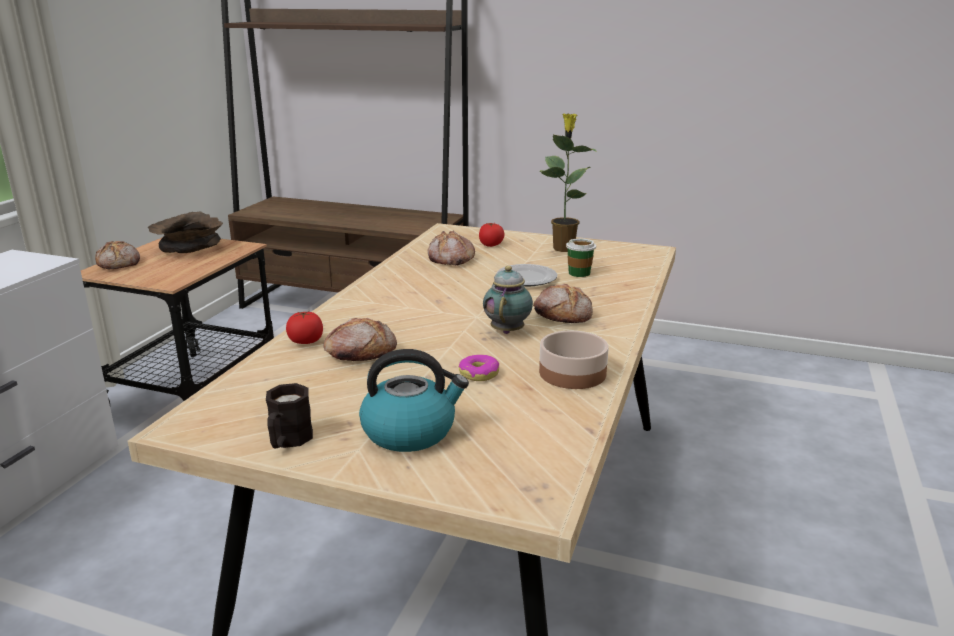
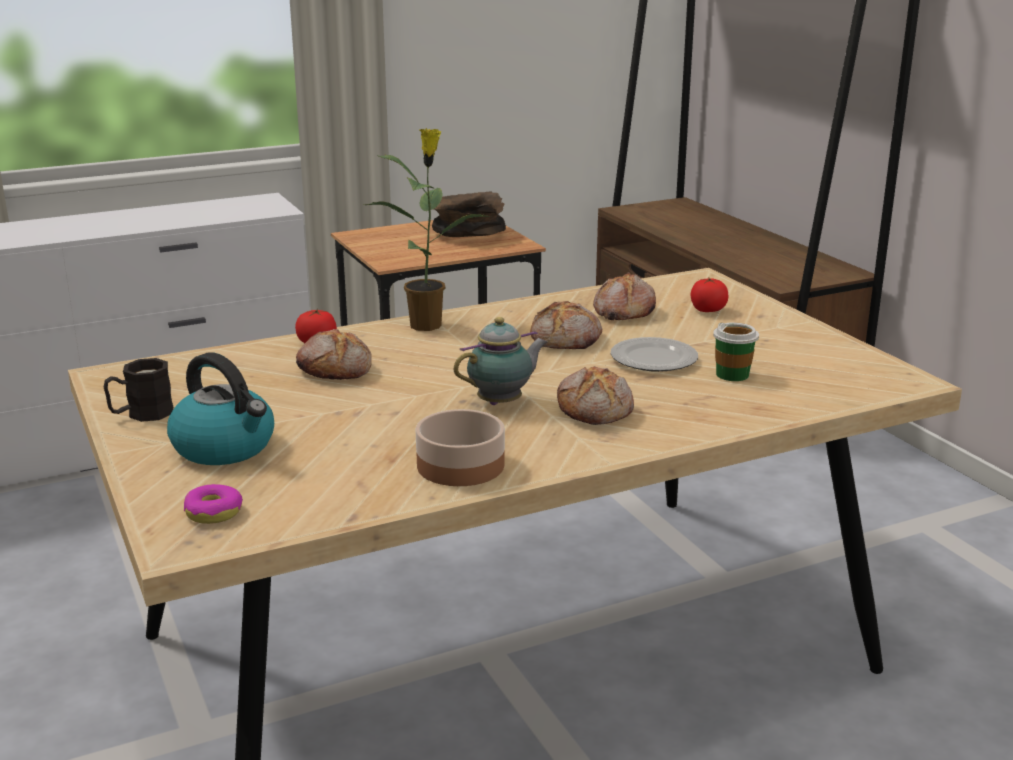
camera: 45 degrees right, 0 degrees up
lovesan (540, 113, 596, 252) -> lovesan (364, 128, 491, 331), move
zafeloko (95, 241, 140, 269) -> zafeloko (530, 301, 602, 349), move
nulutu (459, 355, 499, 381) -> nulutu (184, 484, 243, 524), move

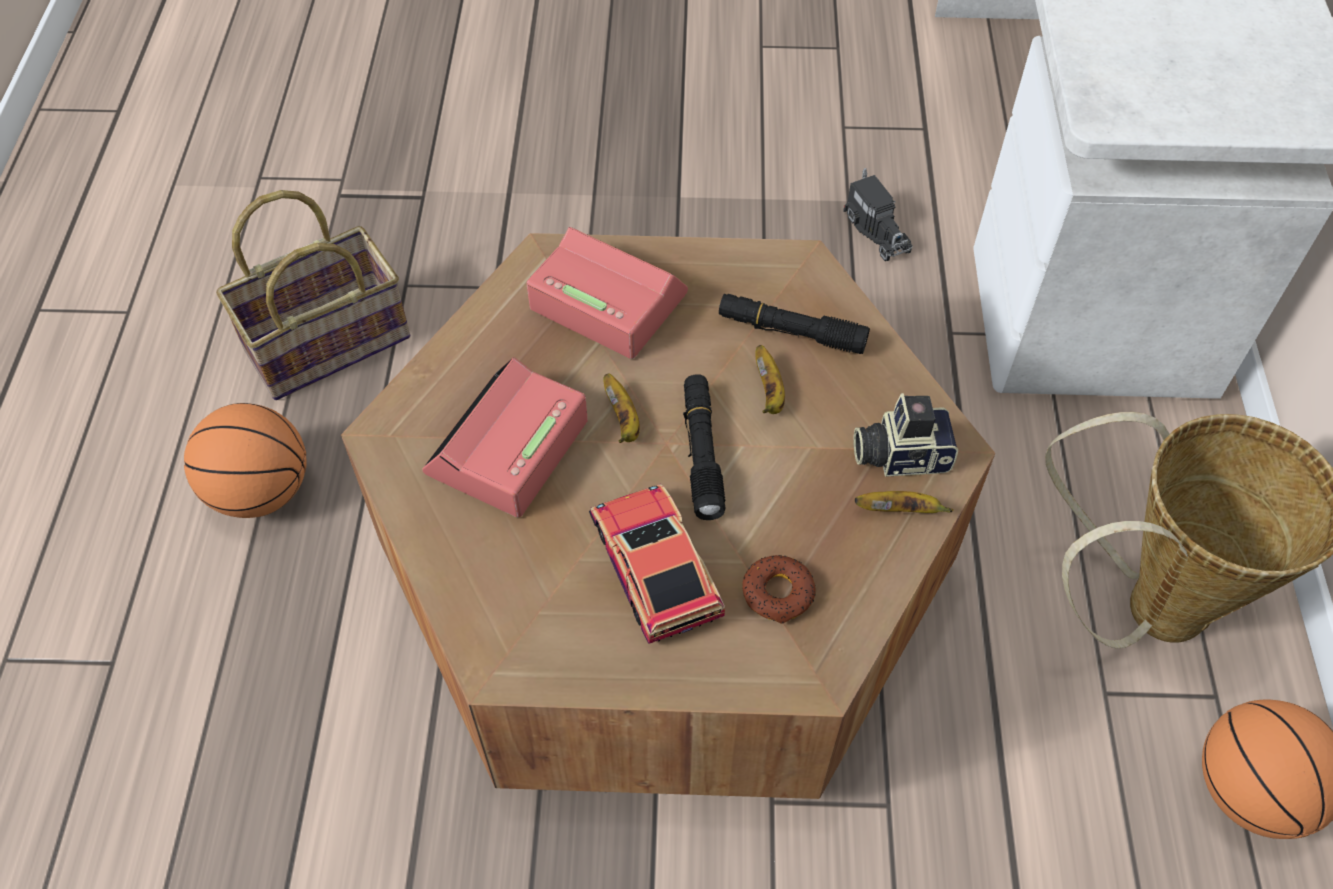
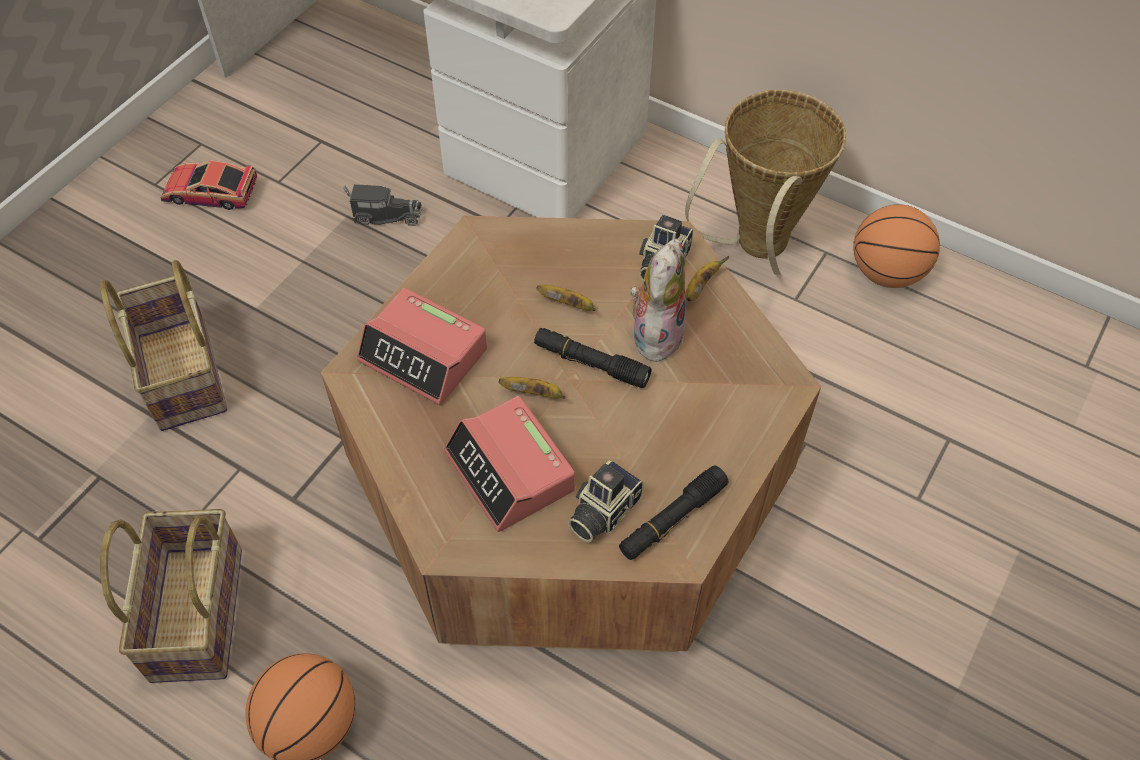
camera: 60 degrees left, 0 degrees up
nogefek (527, 227, 688, 359) -> nogefek (357, 288, 487, 405), 120 degrees counterclockwise
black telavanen (719, 294, 870, 354) -> black telavanen (619, 465, 728, 560), move
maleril (589, 484, 725, 644) -> maleril (161, 160, 257, 210), move
nulutu (742, 555, 816, 623) -> none
none -> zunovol (630, 239, 686, 363)
none -> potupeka (100, 260, 227, 431)
none -> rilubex (568, 461, 643, 542)

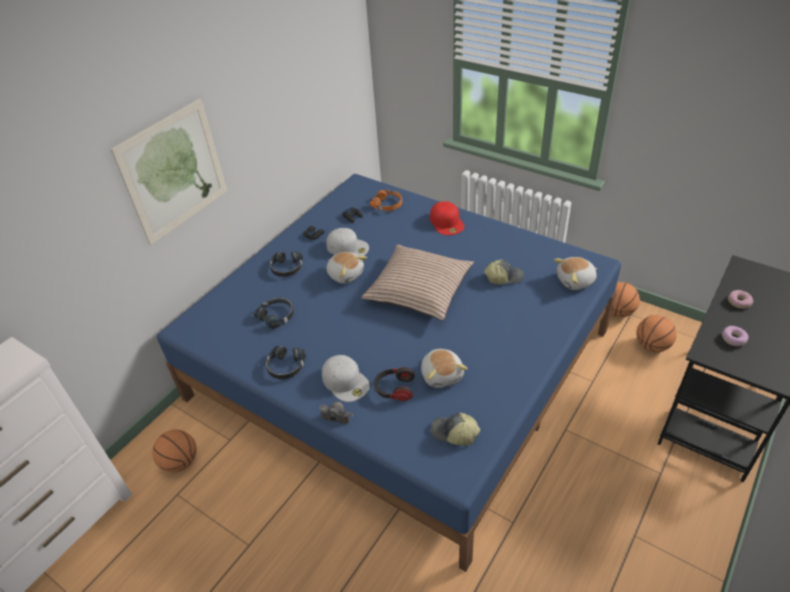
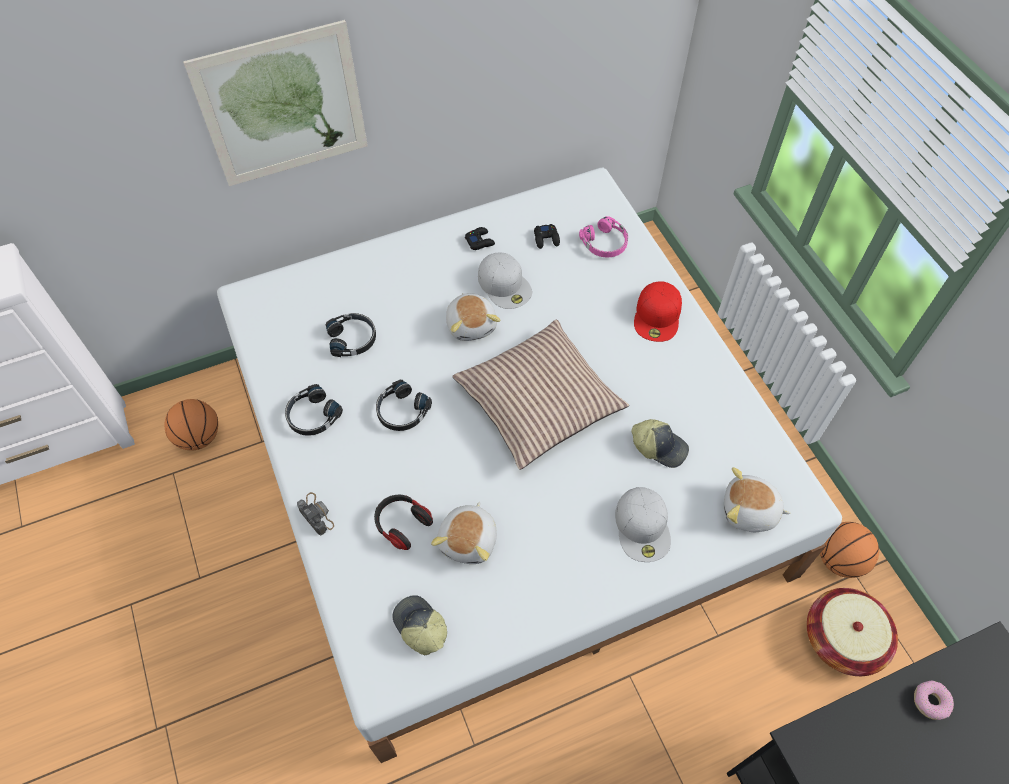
camera: 30 degrees right, 15 degrees up
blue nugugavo (157, 174, 621, 572) -> white nugugavo (217, 168, 842, 763)
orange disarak (370, 190, 402, 211) -> pink disarak (579, 216, 628, 258)
black disarak (270, 252, 303, 277) -> black disarak (376, 380, 432, 431), move
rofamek (636, 315, 677, 352) -> potupeka (807, 588, 898, 676)
nulutu (722, 326, 749, 346) -> none
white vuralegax (322, 355, 370, 402) -> white vuralegax (615, 487, 671, 562), move

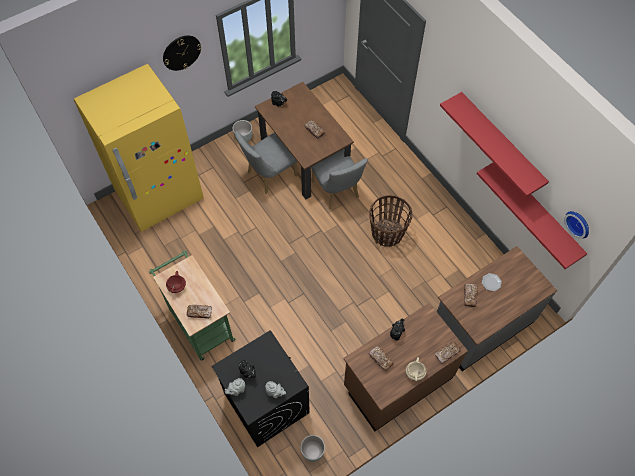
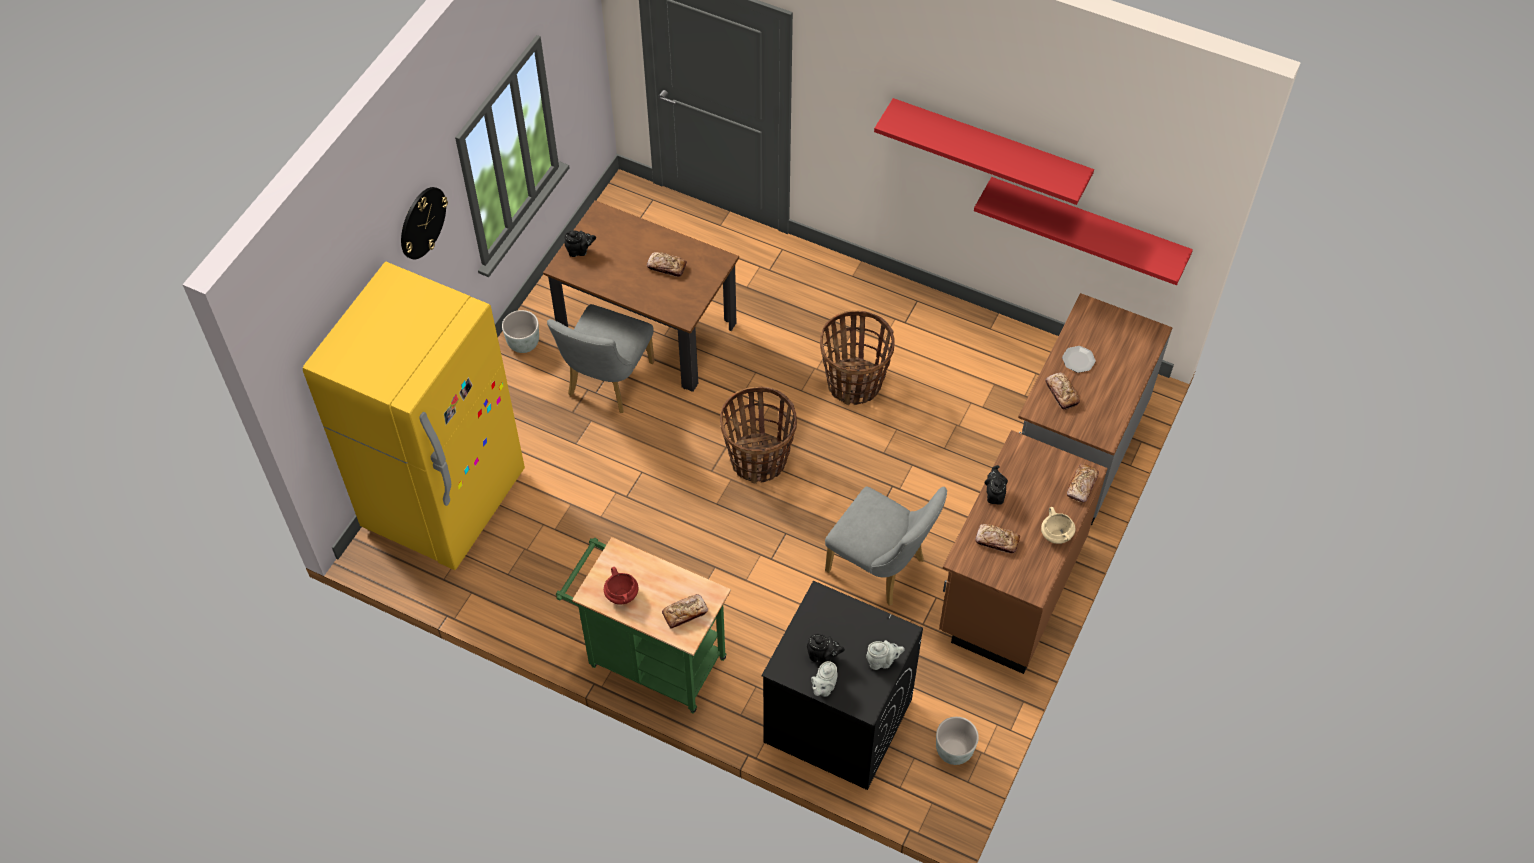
camera: 30 degrees left, 5 degrees down
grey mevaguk (311, 149, 368, 209) -> grey mevaguk (825, 487, 947, 606), move
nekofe (564, 211, 589, 239) -> none
none -> potupeka (720, 387, 797, 484)

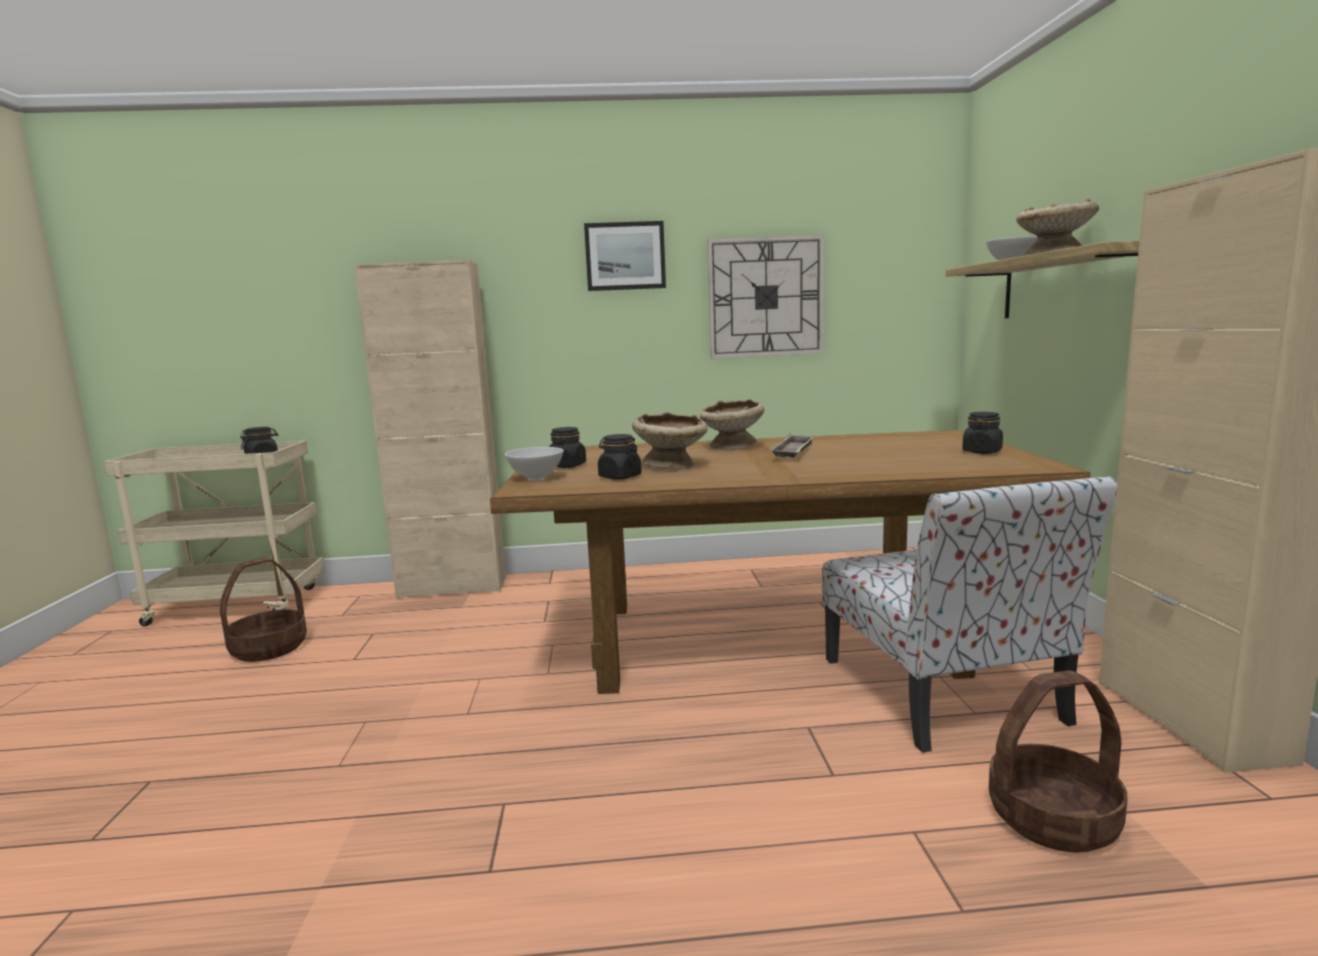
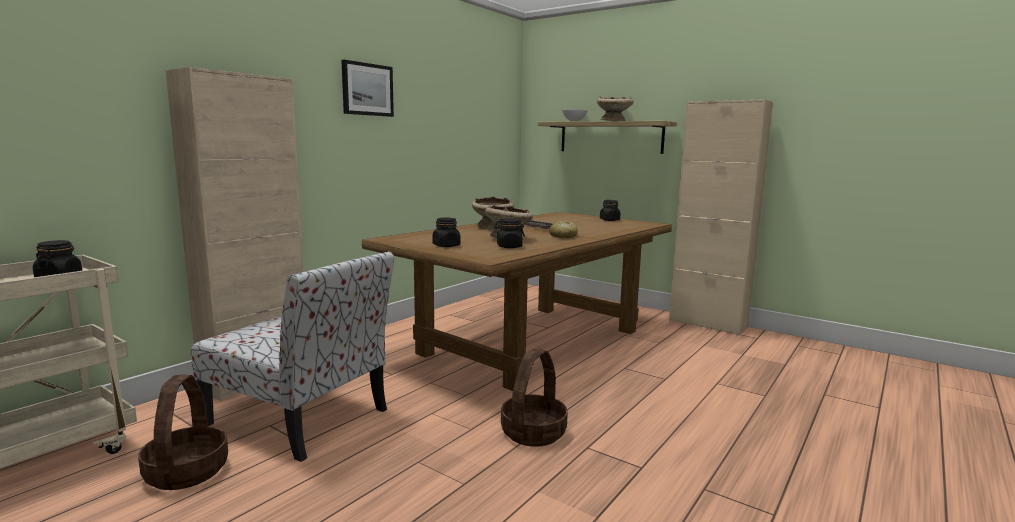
camera: 50 degrees left, 0 degrees up
nekofe (707, 235, 824, 359) -> none
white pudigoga (505, 447, 564, 480) -> none
mevaguk (822, 476, 1118, 753) -> mevaguk (191, 252, 394, 462), move
potupeka (989, 670, 1128, 853) -> potupeka (501, 348, 568, 447), move
none -> zafeloko (549, 220, 578, 238)

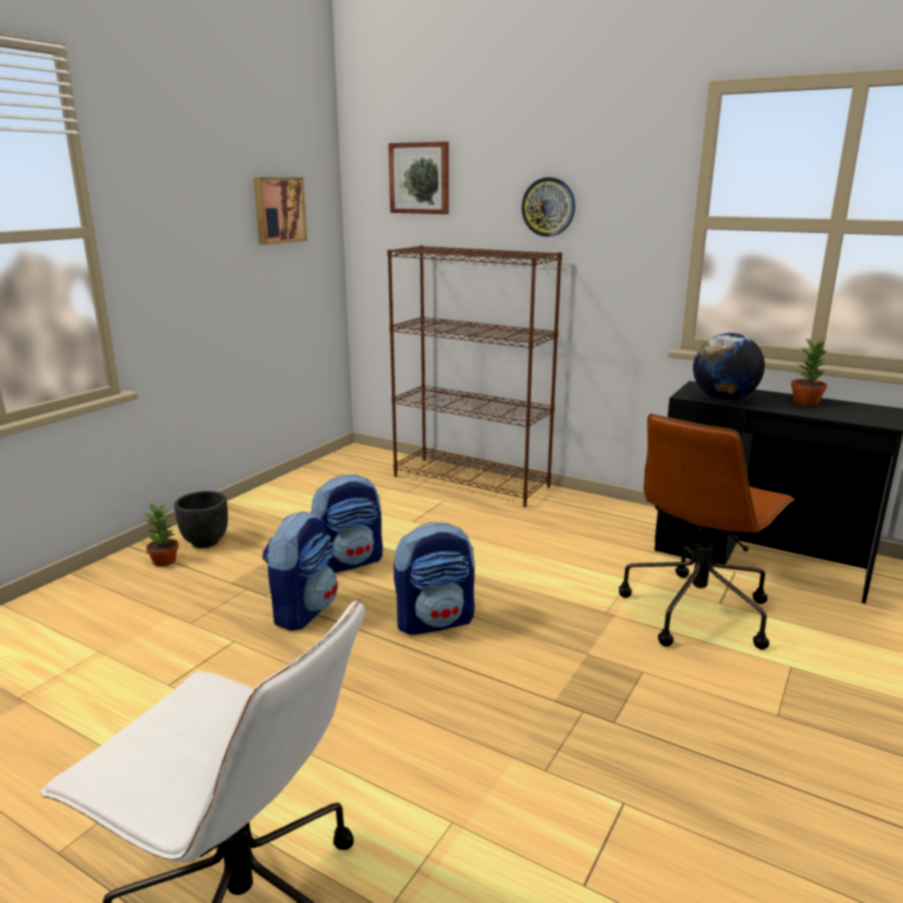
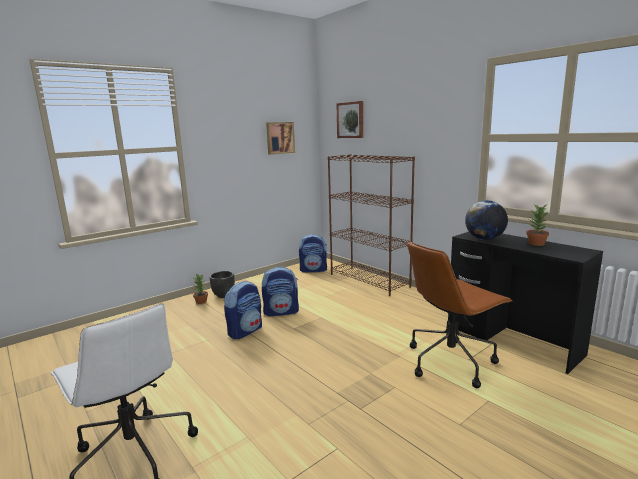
camera: 20 degrees right, 5 degrees down
nekofe (521, 177, 575, 237) -> none
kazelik (393, 522, 475, 635) -> kazelik (299, 234, 327, 272), move

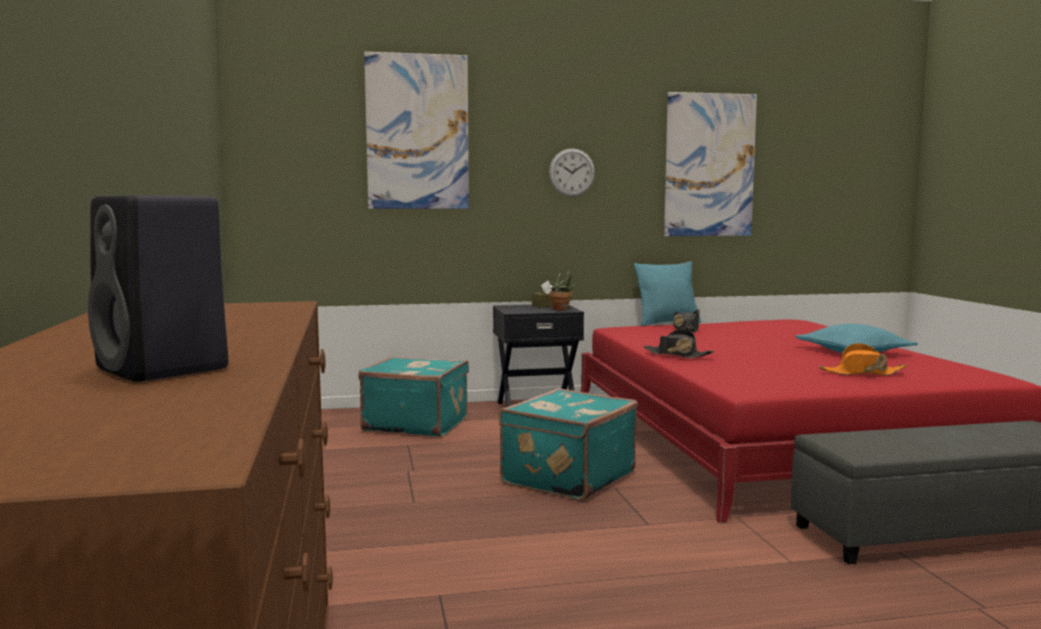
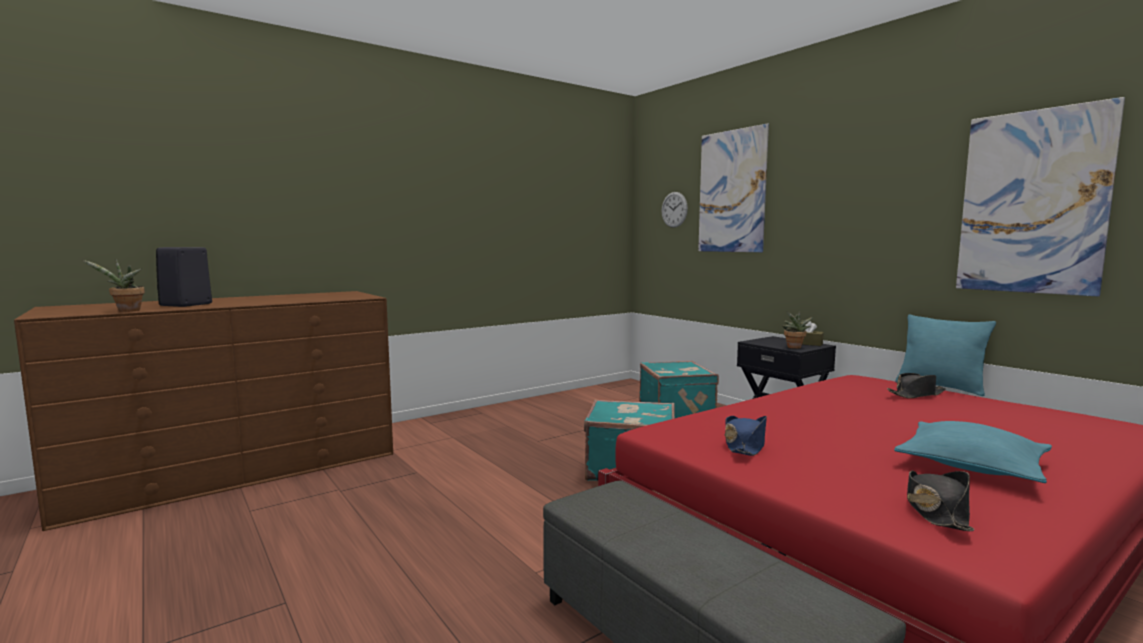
camera: 65 degrees right, 0 degrees up
nekofe (549, 148, 595, 197) -> nekofe (661, 192, 688, 228), move
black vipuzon (644, 329, 714, 358) -> black vipuzon (907, 471, 974, 531), move
orange vipuzon (819, 343, 907, 375) -> none
none -> lovesan (82, 259, 145, 312)
none -> blue vipuzon (725, 416, 767, 456)

